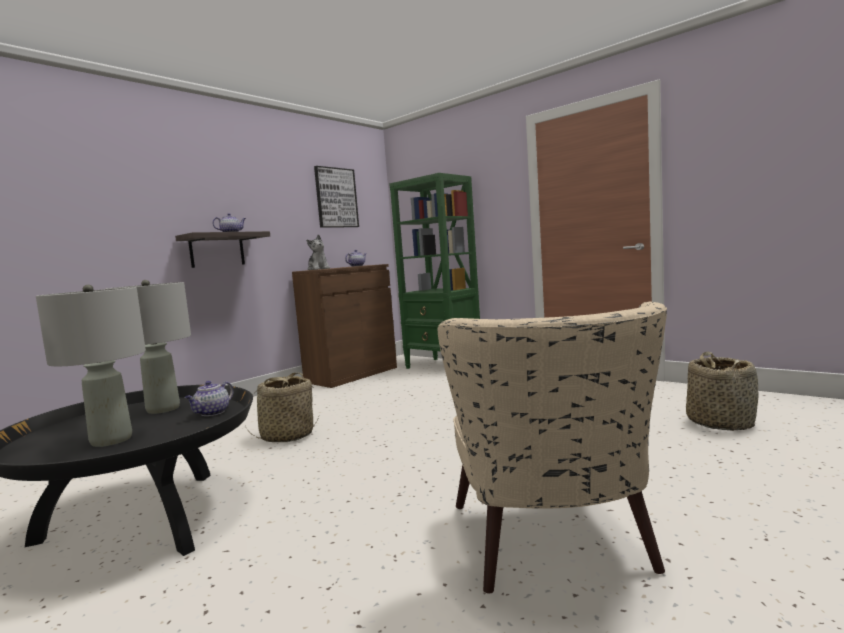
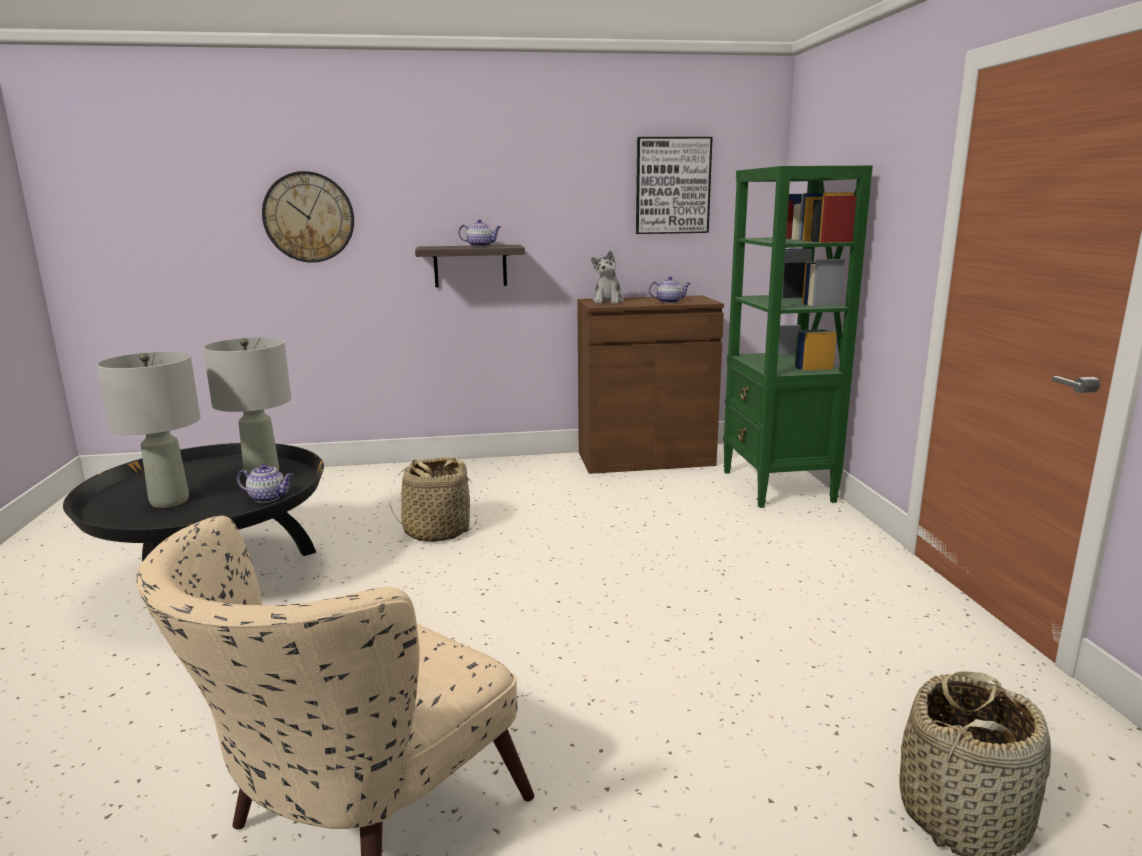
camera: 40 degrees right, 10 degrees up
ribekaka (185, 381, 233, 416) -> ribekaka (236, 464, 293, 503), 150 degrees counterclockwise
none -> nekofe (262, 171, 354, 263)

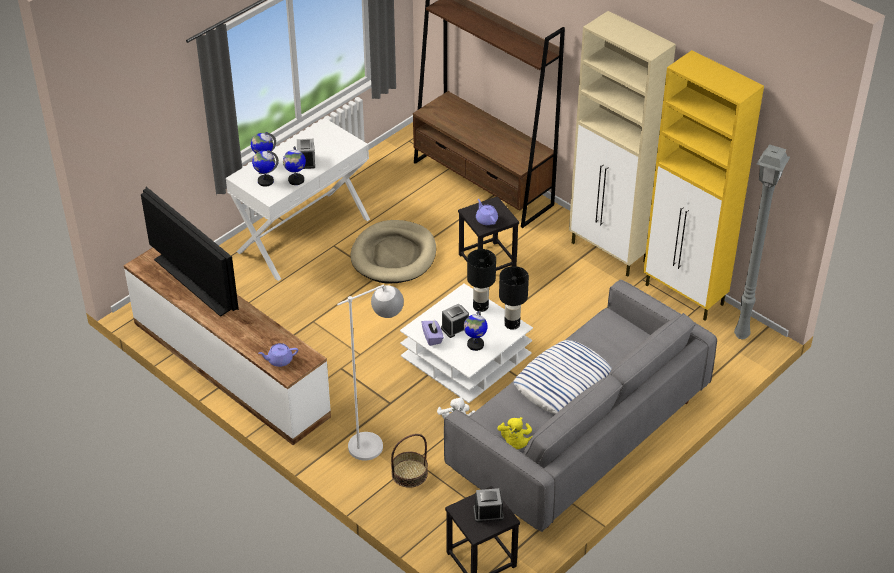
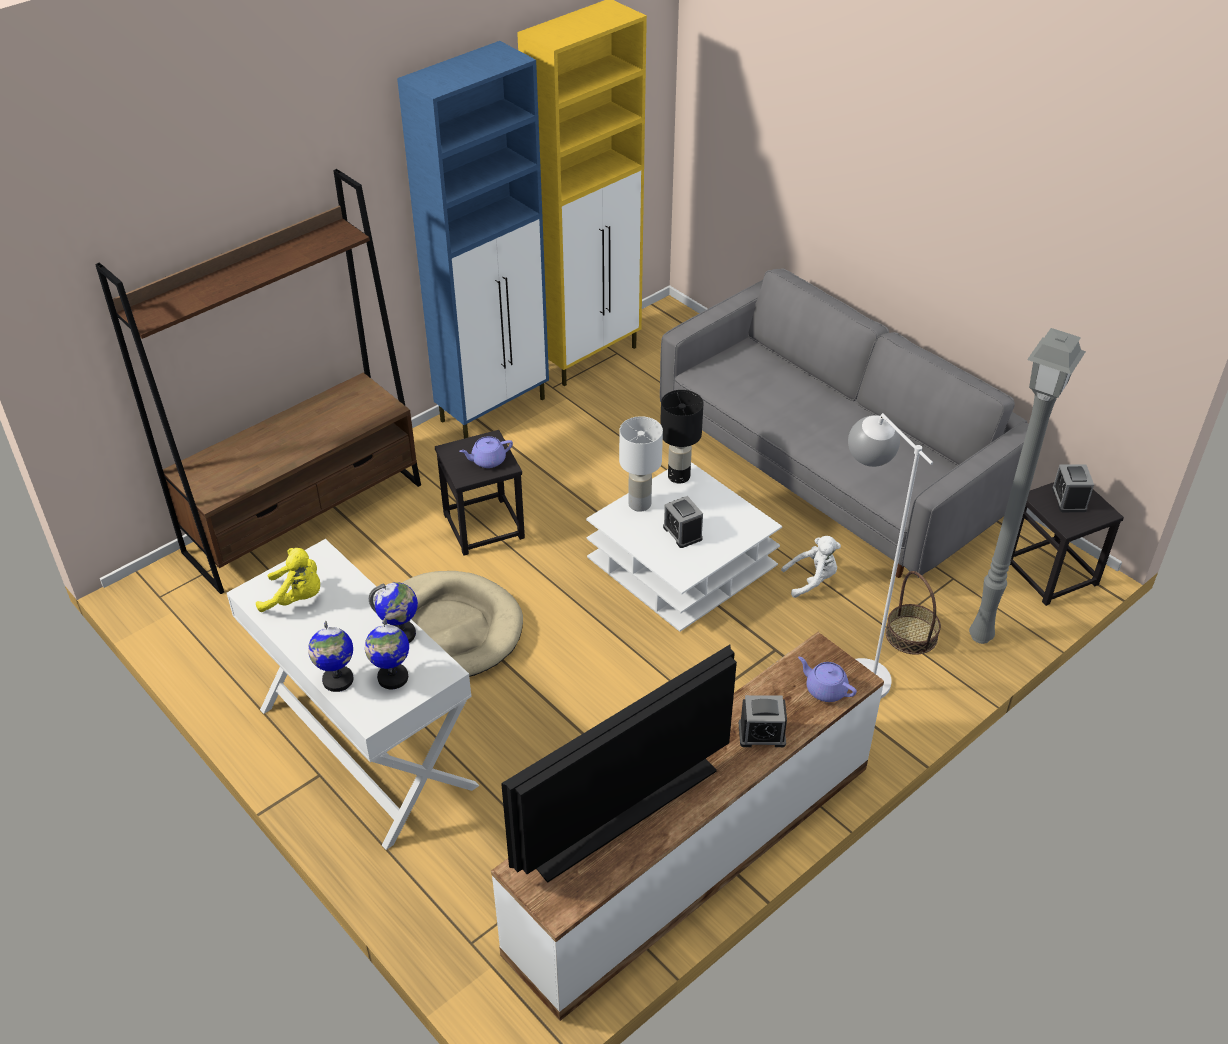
camera: 85 degrees left, 0 degrees up
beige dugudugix (569, 11, 676, 277) -> blue dugudugix (397, 41, 549, 439)
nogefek (297, 139, 315, 169) -> nogefek (739, 695, 787, 747), move
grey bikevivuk (734, 144, 790, 339) -> grey bikevivuk (969, 328, 1086, 644), move
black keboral (467, 249, 496, 312) -> white keboral (619, 416, 663, 512)
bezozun (464, 311, 488, 351) -> none
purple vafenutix (421, 321, 444, 346) -> none
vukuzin (514, 340, 612, 414) -> none
purple ribekaka (258, 343, 298, 367) -> purple ribekaka (798, 657, 857, 702), 135 degrees clockwise
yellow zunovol (498, 417, 532, 449) -> yellow zunovol (256, 548, 320, 612), move

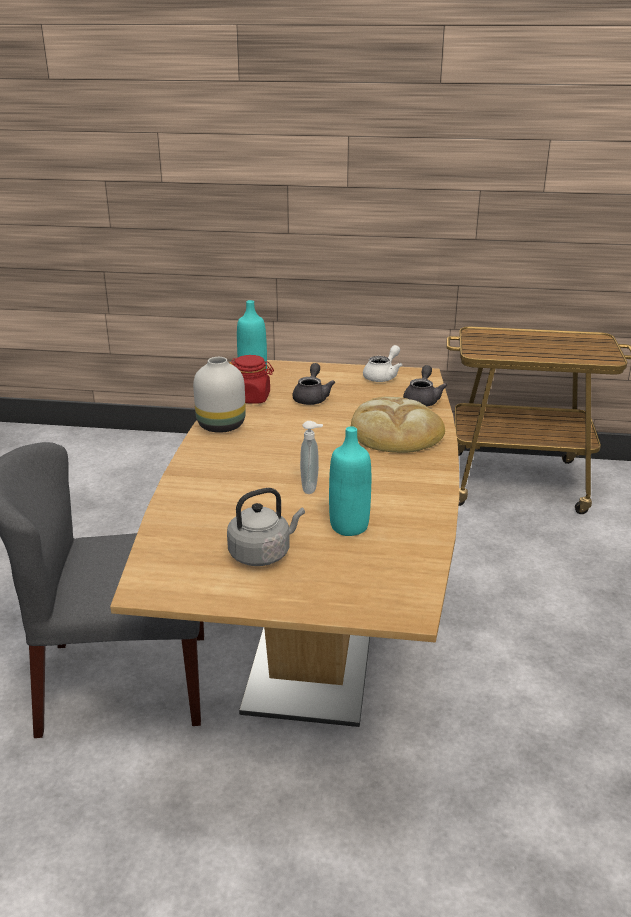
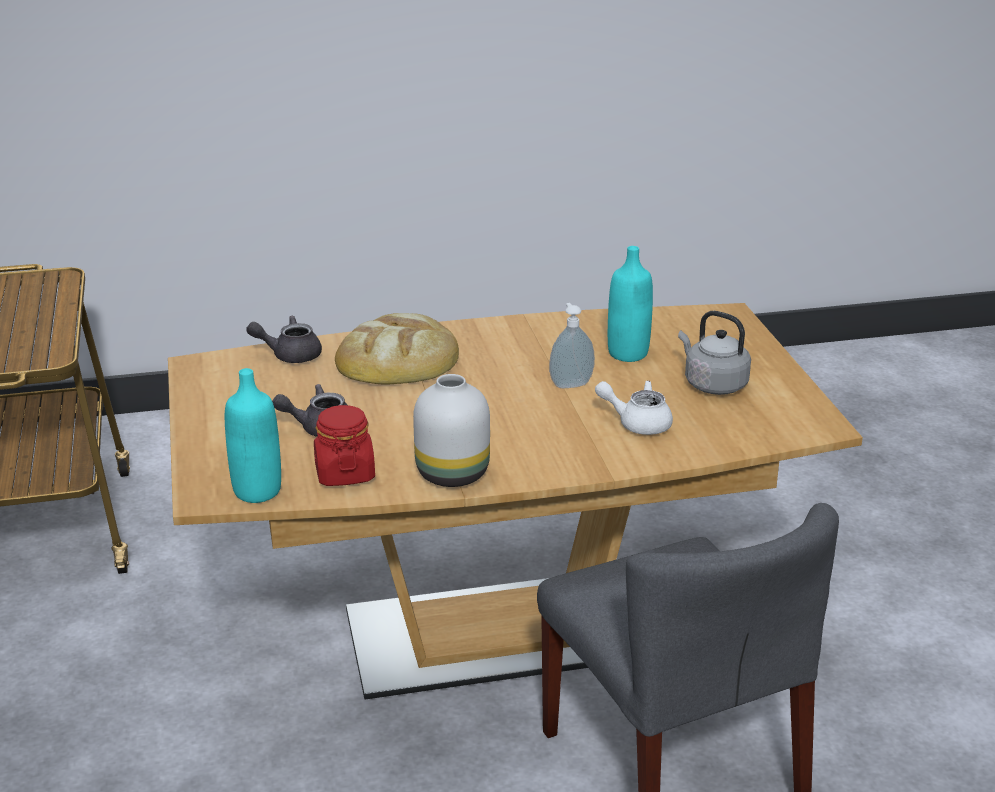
camera: 110 degrees left, 0 degrees up
white ribekaka (363, 345, 402, 382) -> white ribekaka (595, 381, 673, 435), move

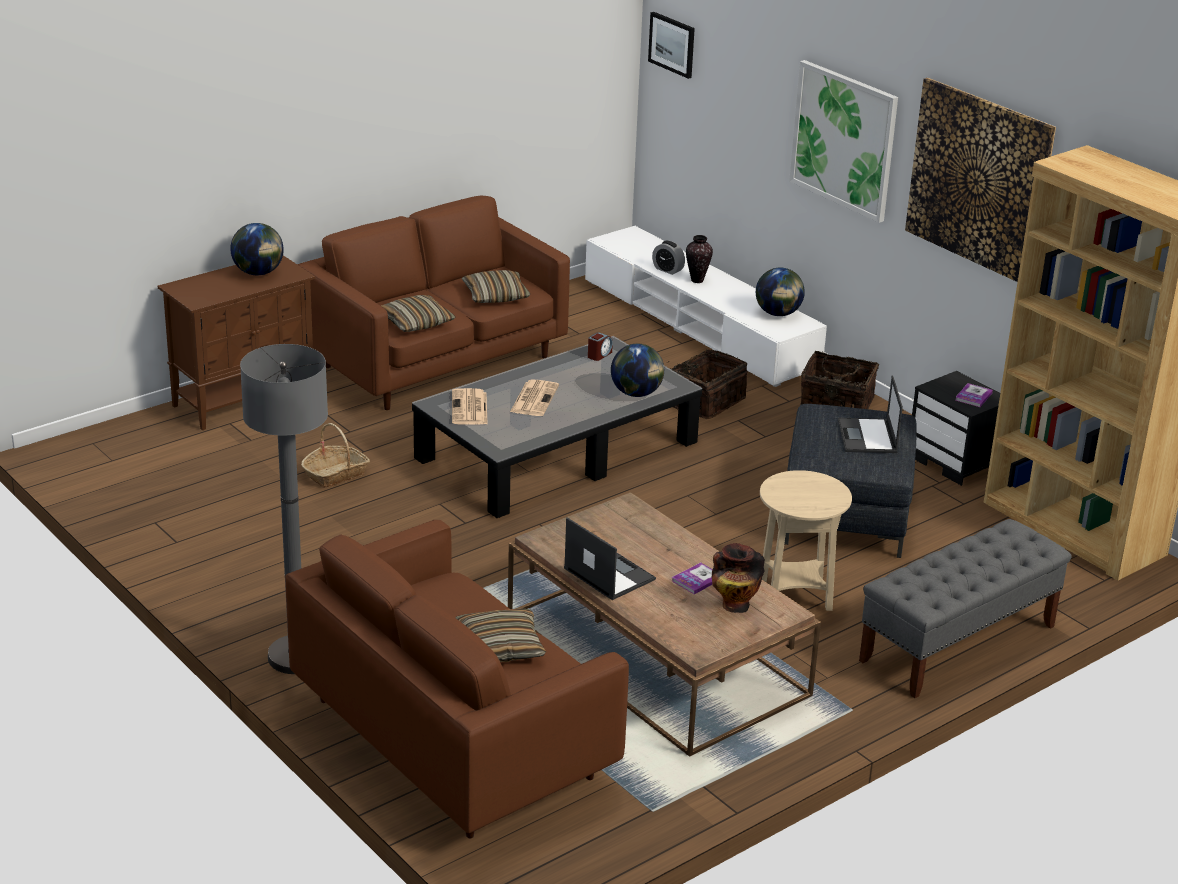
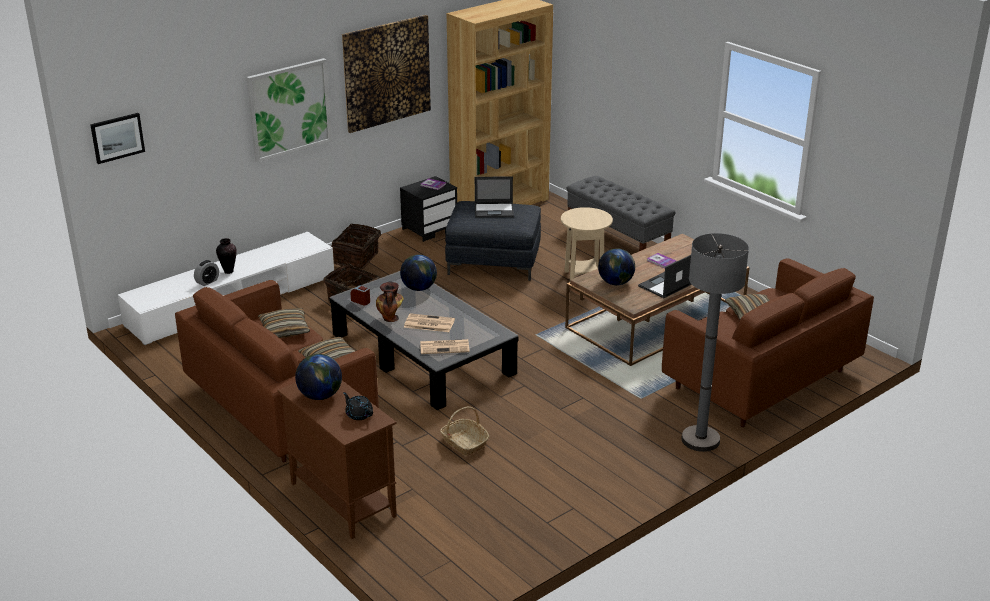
camera: 90 degrees left, 0 degrees up
bezozun (756, 268, 805, 316) -> bezozun (598, 248, 635, 285), move
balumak (712, 543, 765, 613) -> balumak (376, 281, 404, 322), move
none -> black ribekaka (343, 392, 373, 420)

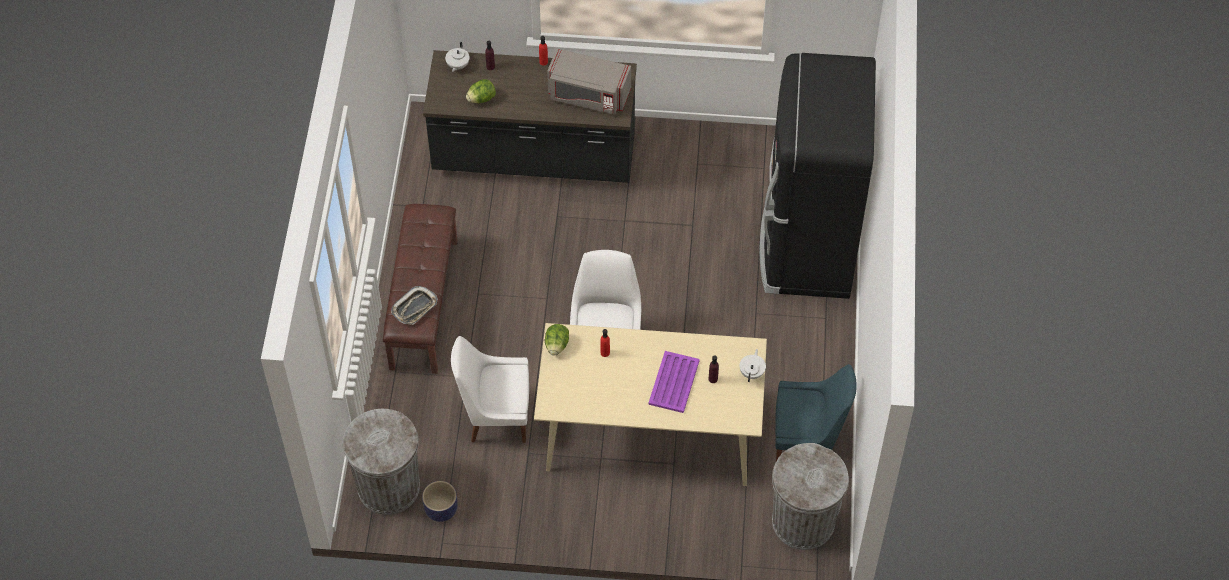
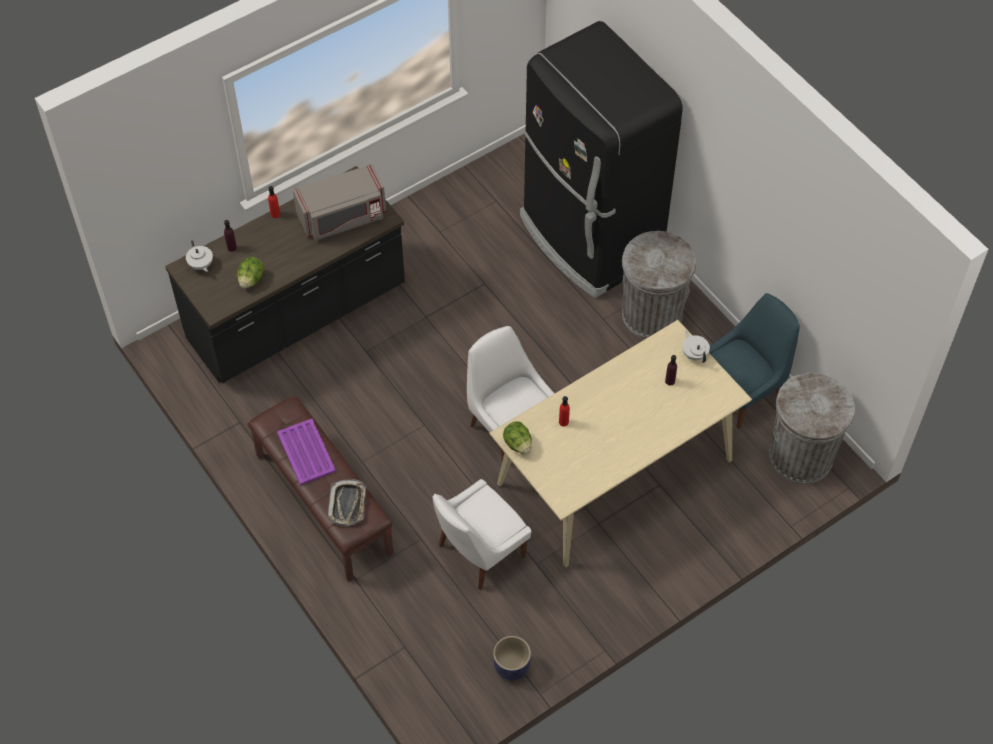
camera: 40 degrees left, 0 degrees up
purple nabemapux (648, 351, 700, 413) -> purple nabemapux (277, 419, 336, 485), move
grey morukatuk (342, 409, 420, 515) -> grey morukatuk (622, 231, 696, 339), move

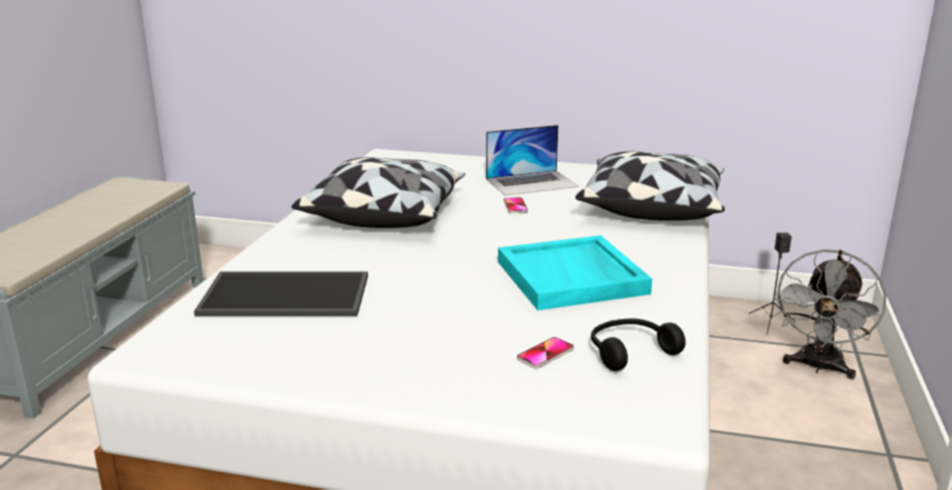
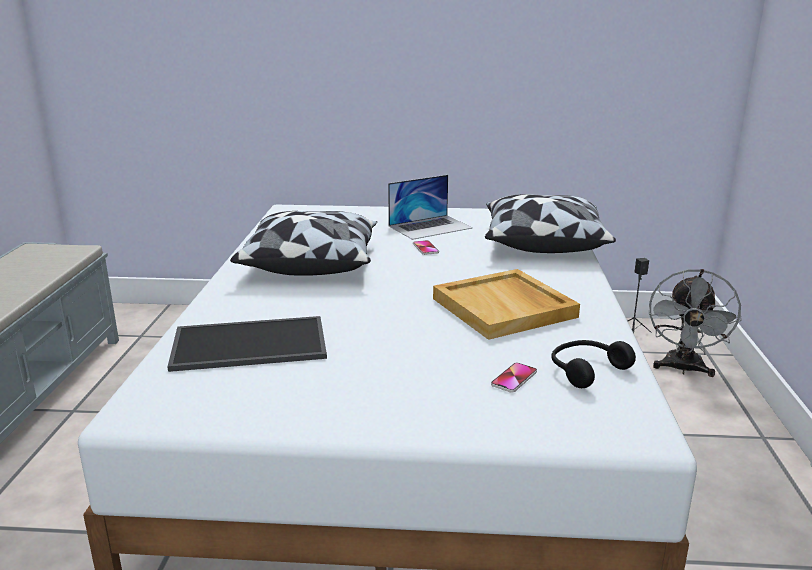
camera: 10 degrees left, 0 degrees up
turquoise nabemapux (498, 235, 652, 310) -> beige nabemapux (433, 269, 580, 340)

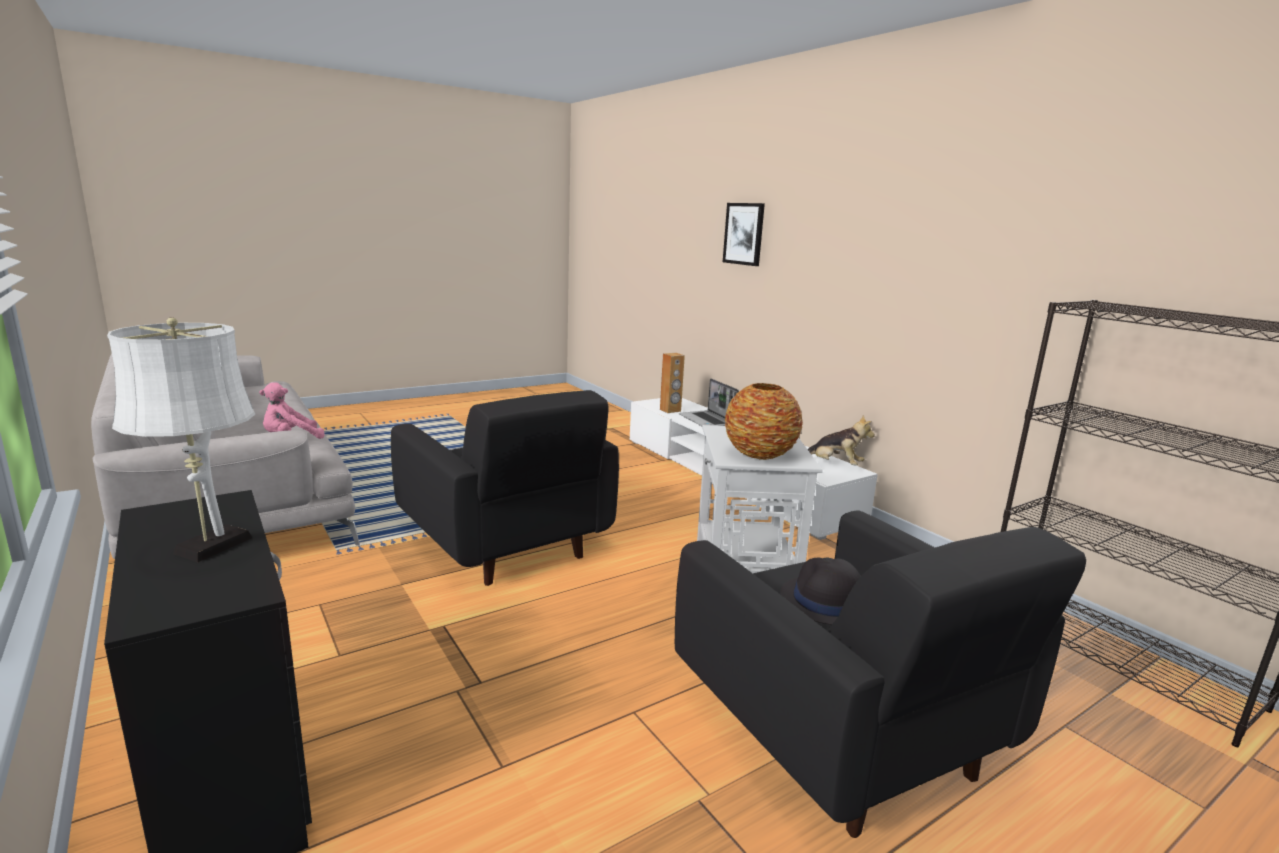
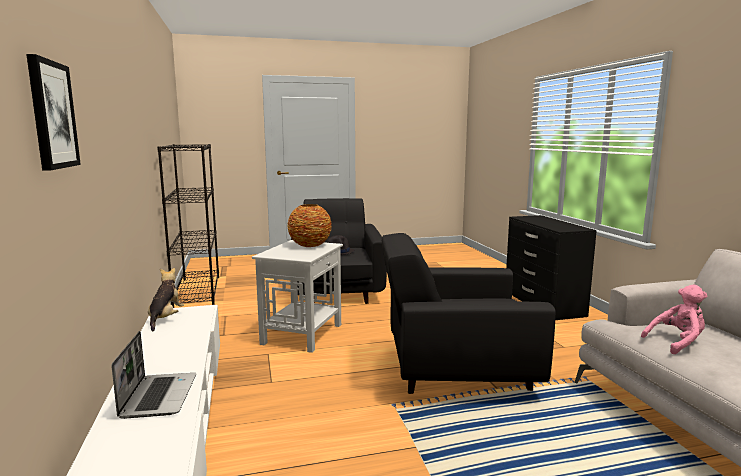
camera: 160 degrees left, 5 degrees down
white keboral (107, 317, 255, 562) -> none
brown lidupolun (660, 353, 685, 413) -> none
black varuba (391, 390, 619, 586) -> black varuba (382, 233, 556, 394), 75 degrees counterclockwise
zunovol (808, 415, 875, 465) -> zunovol (148, 268, 184, 331), 45 degrees clockwise

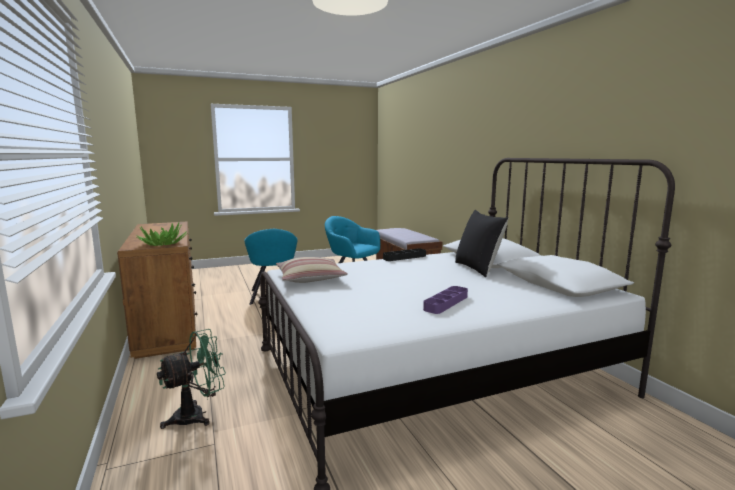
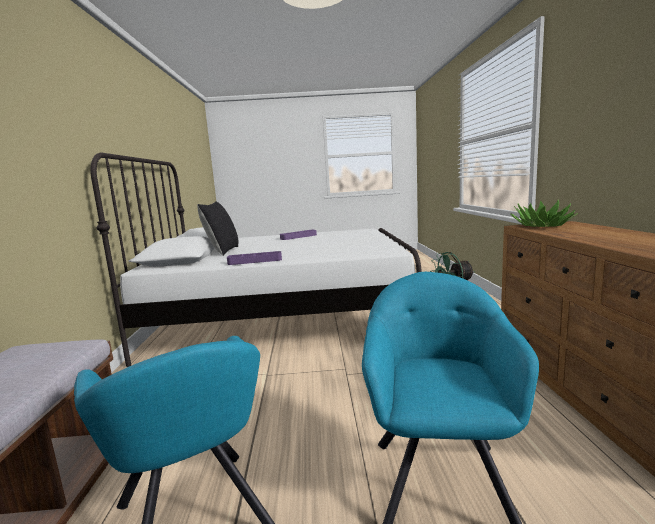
camera: 160 degrees left, 0 degrees up
black nabemapux (383, 248, 426, 261) -> purple nabemapux (227, 251, 282, 265)
vukuzin (276, 257, 348, 283) -> none

